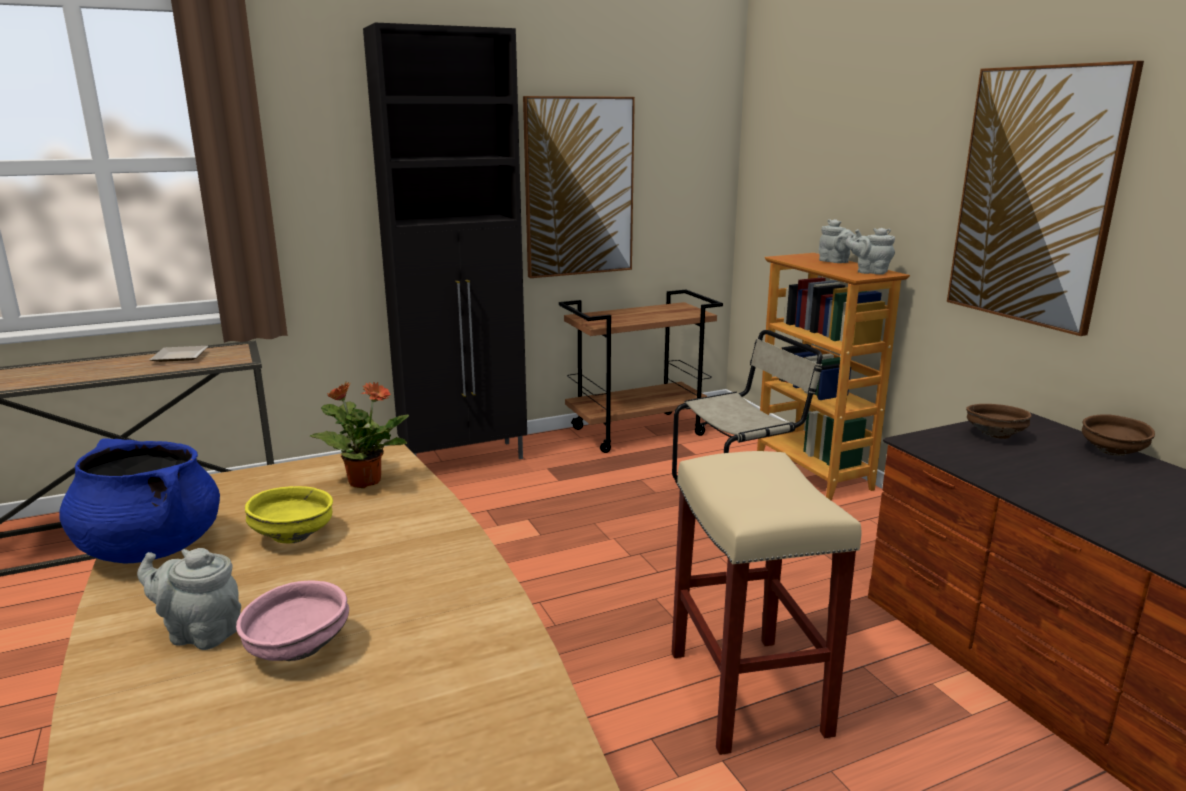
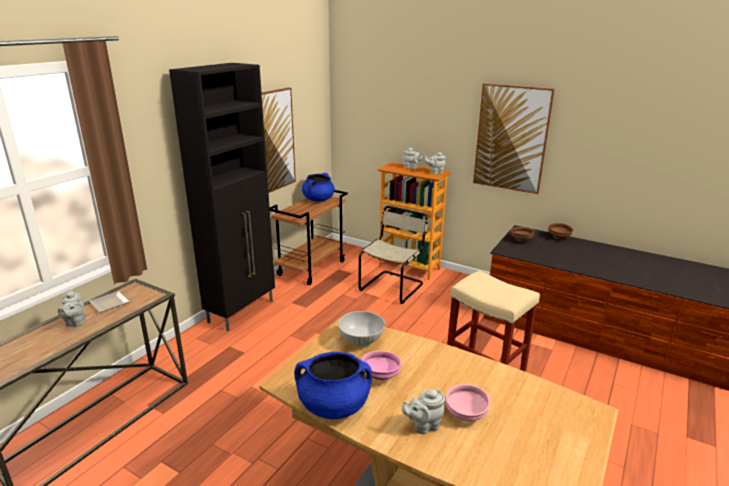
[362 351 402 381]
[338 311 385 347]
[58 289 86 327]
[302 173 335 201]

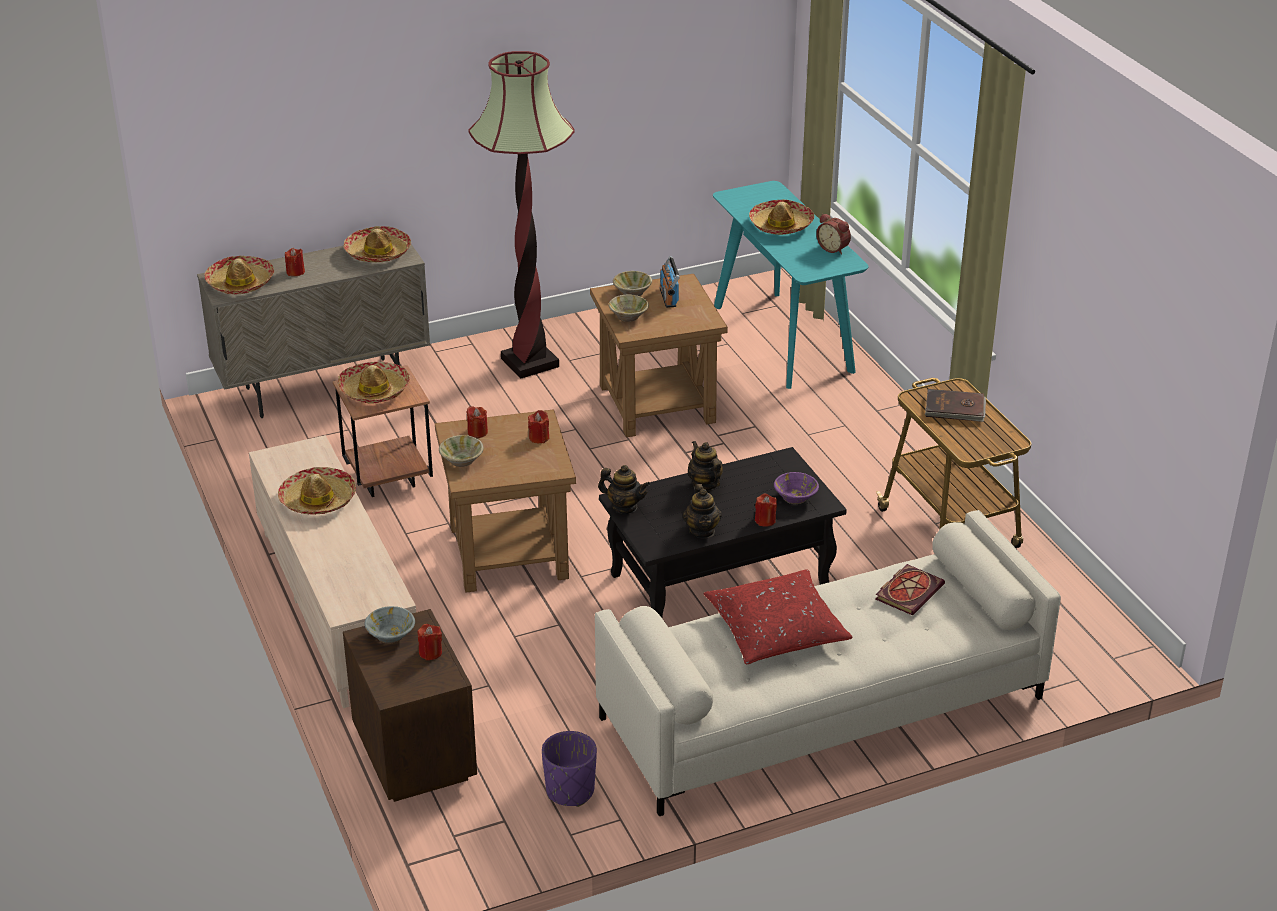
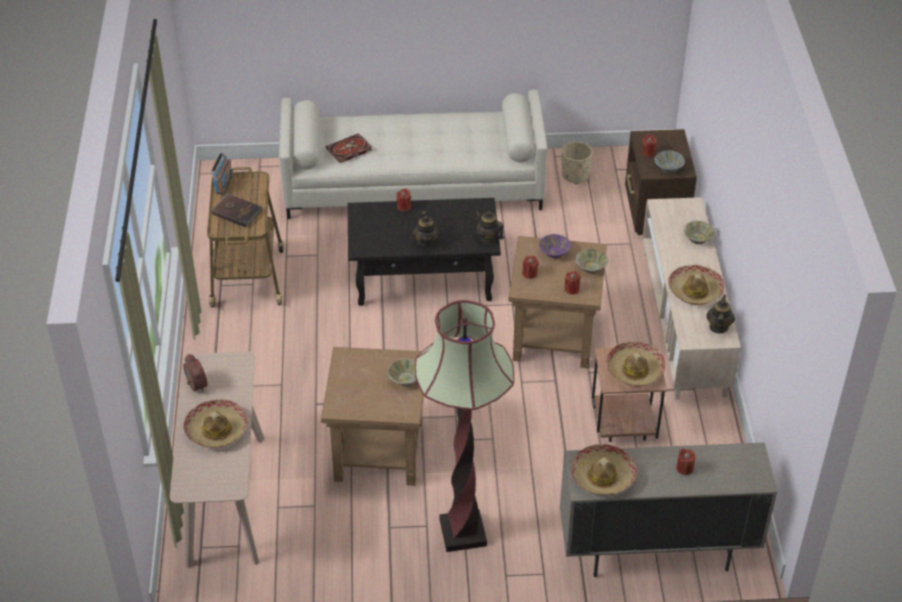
[204 256 274 294] (first image)
[562 141 593 184]
[684 221 715 244]
[211 152 232 194]
[706 295 735 333]
[704 569 852 664] (first image)
[170 352 265 568]
[539 234 571 259]

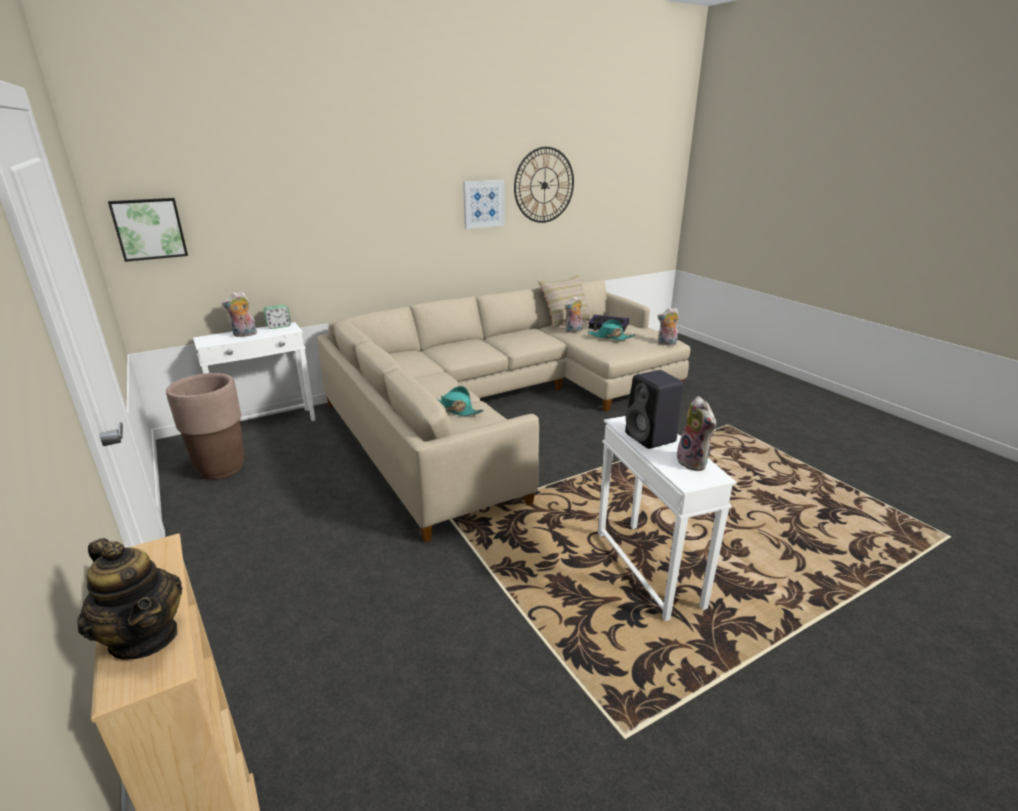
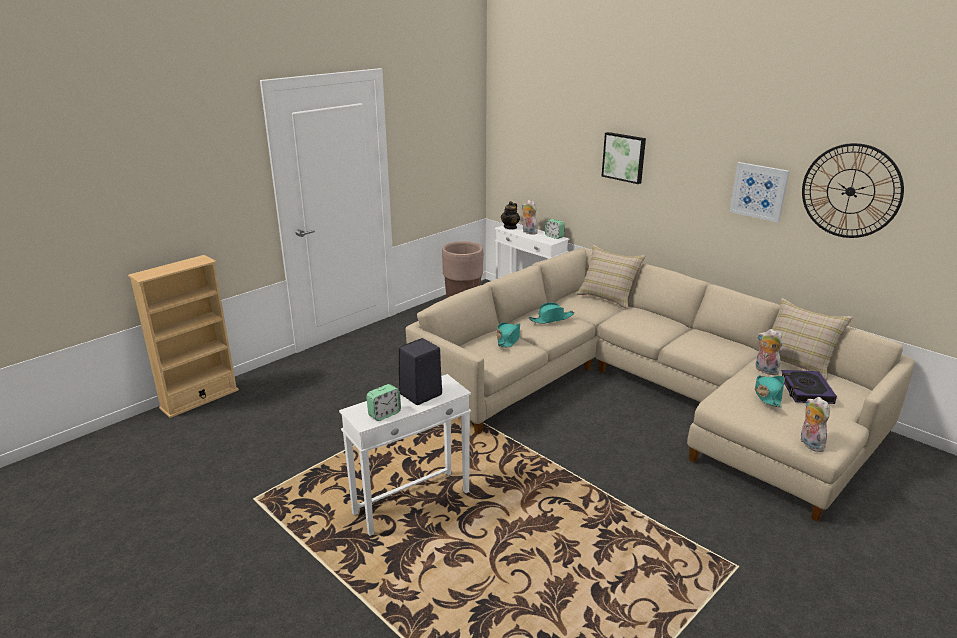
[501 201 520 230]
[602 132 646 184]
[366 384 401 421]
[528 302 575 324]
[577 245 645 309]

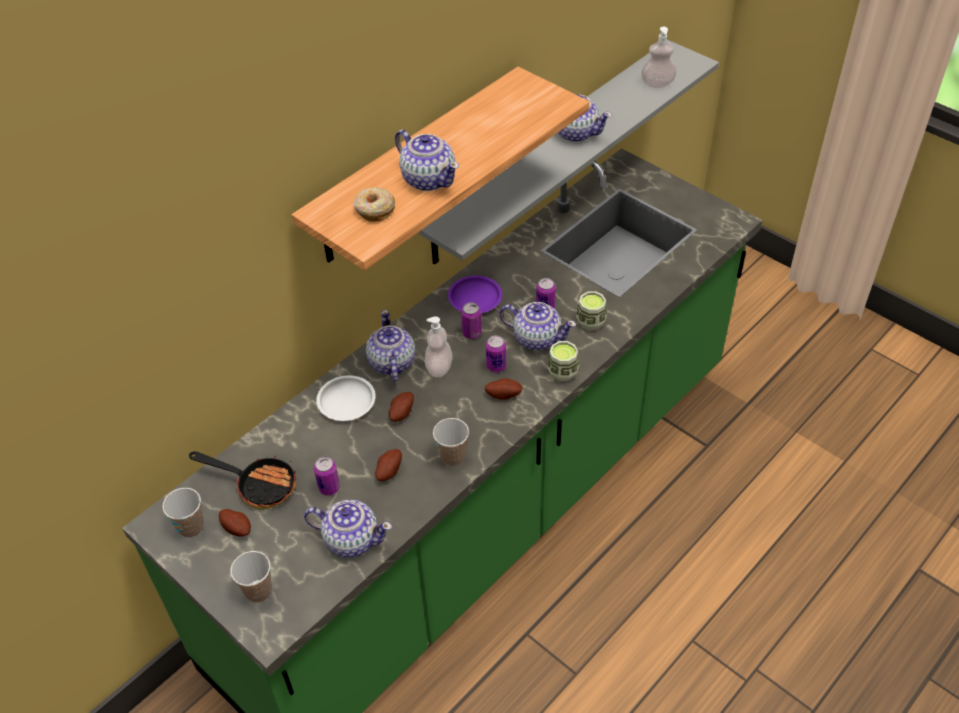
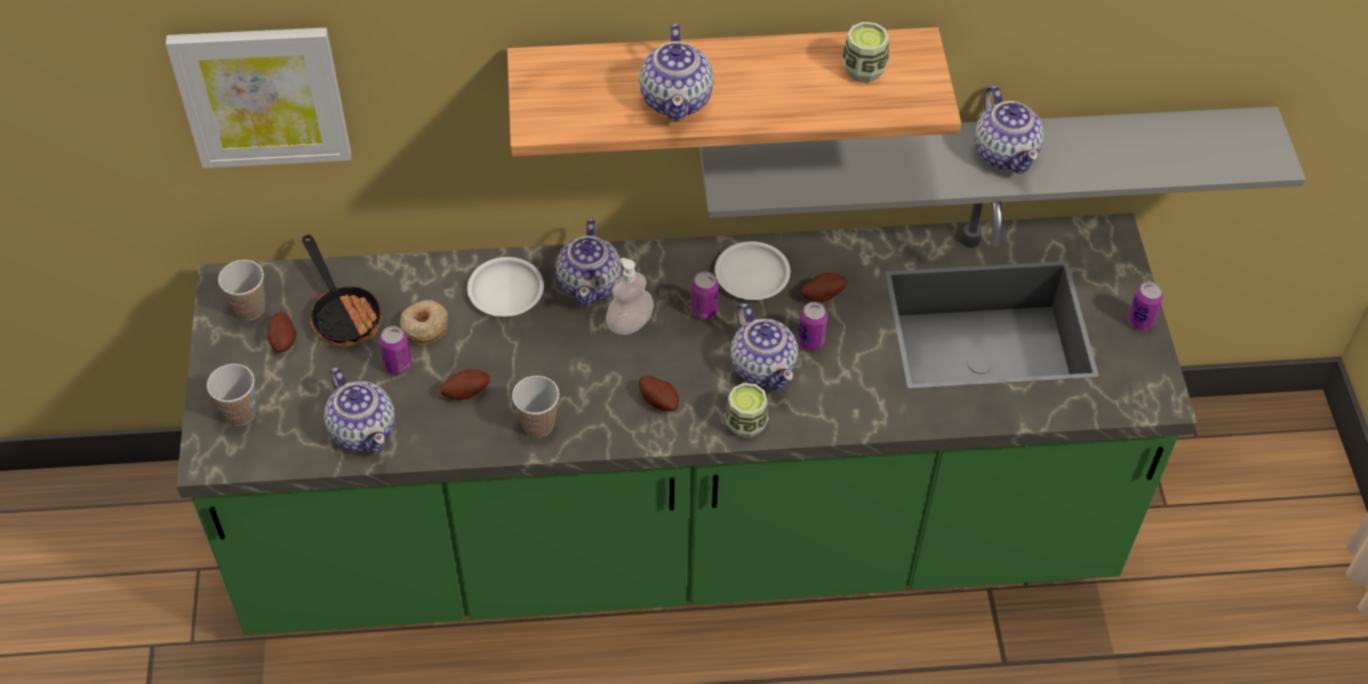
[400 300 447 345]
[556 218 621 307]
[801 273 847 302]
[715 241 790 300]
[1128 282 1163 330]
[842 22 889 83]
[641 27 677 88] (first image)
[166 28 351 168]

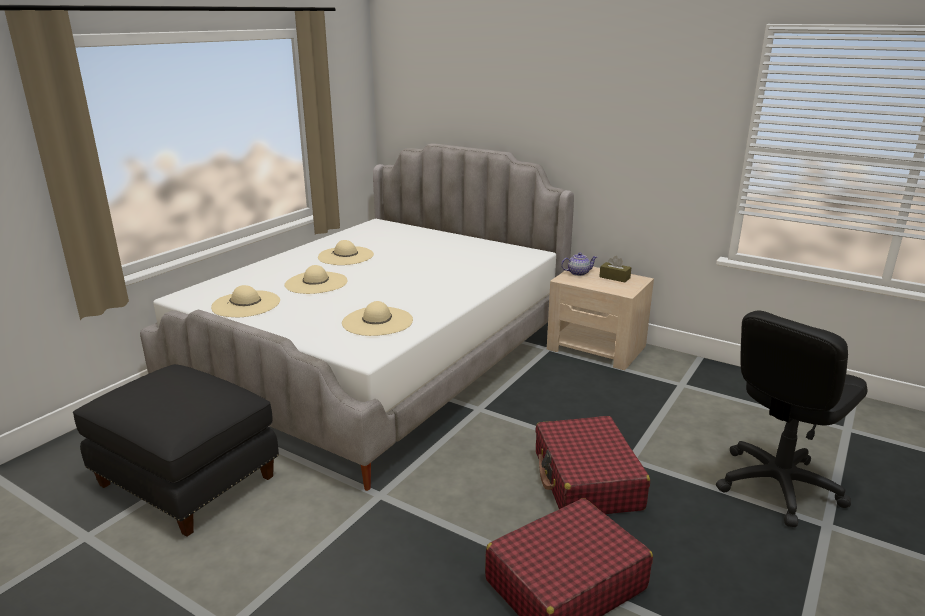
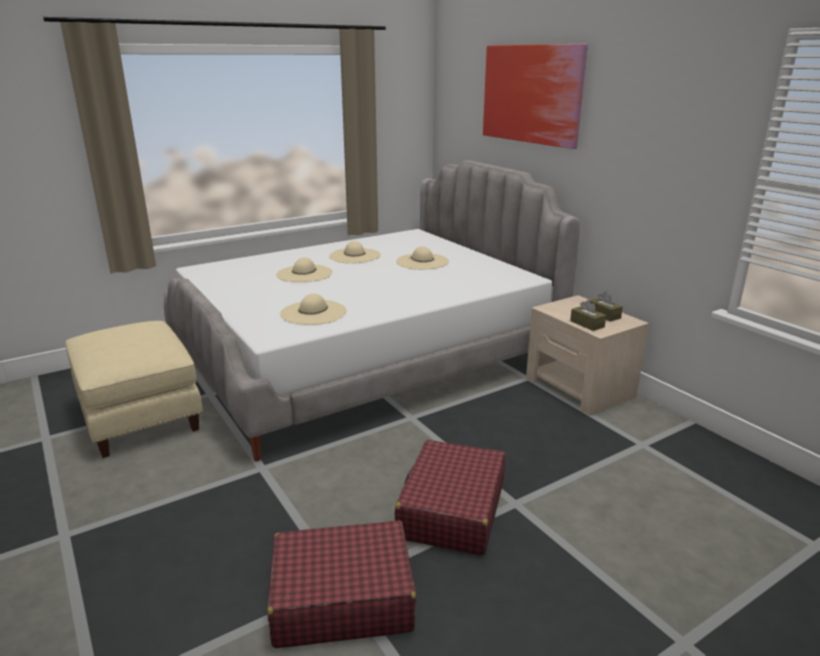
[65 321 203 458]
[396 246 449 270]
[561 252 597 276] (first image)
[716 310 867 527] (first image)
[483 44 588 149]
[570 300 606 331]

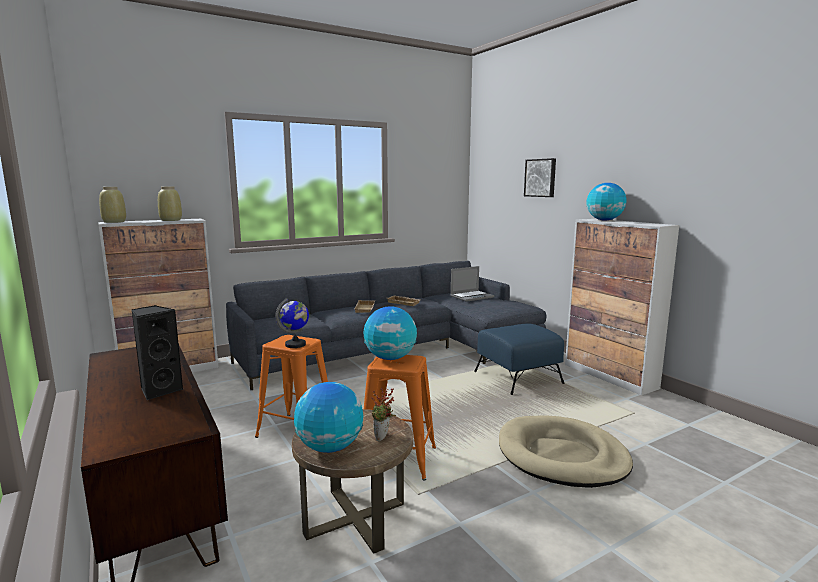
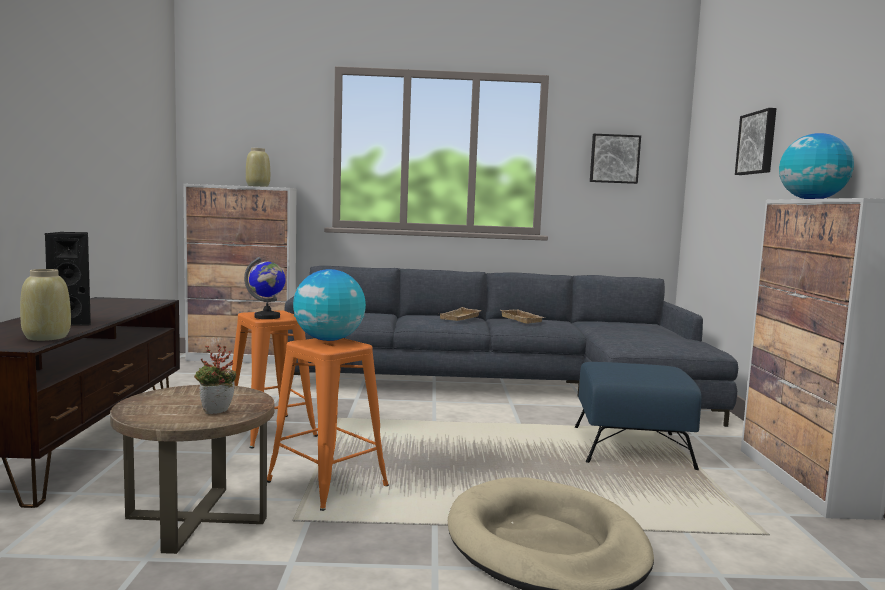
[20 269 71 341]
[294 382 363 453] (first image)
[450 266 494 302] (first image)
[590 134 641 184]

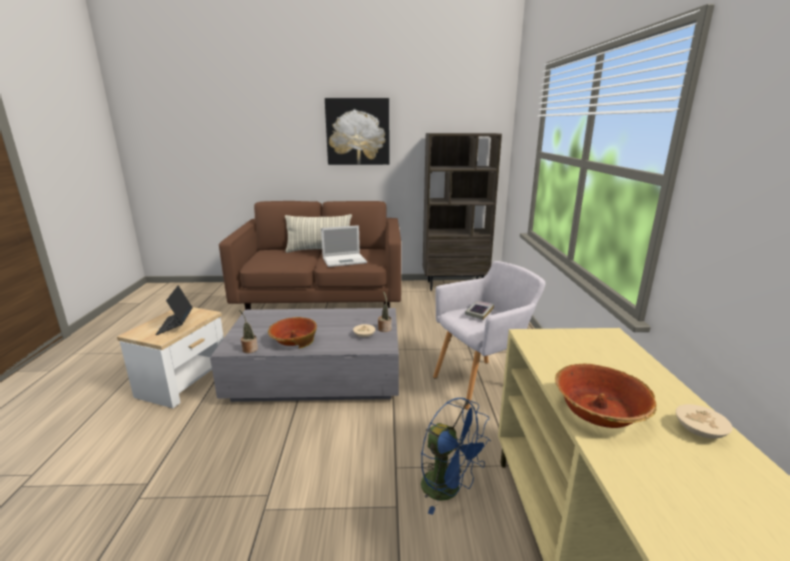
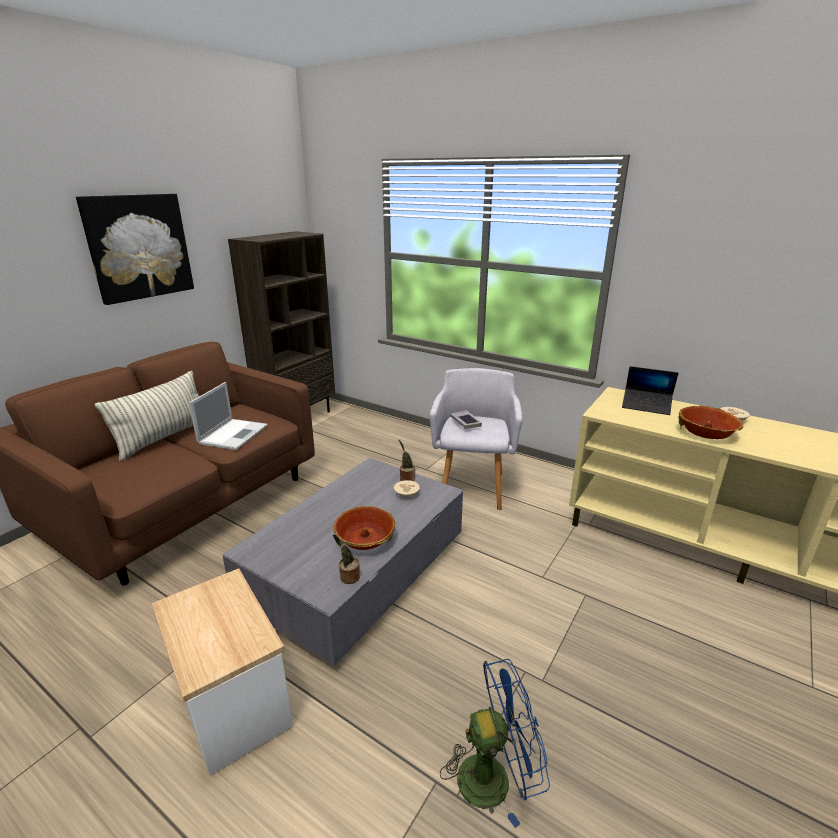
[622 366 678 415]
[440 659 550 828]

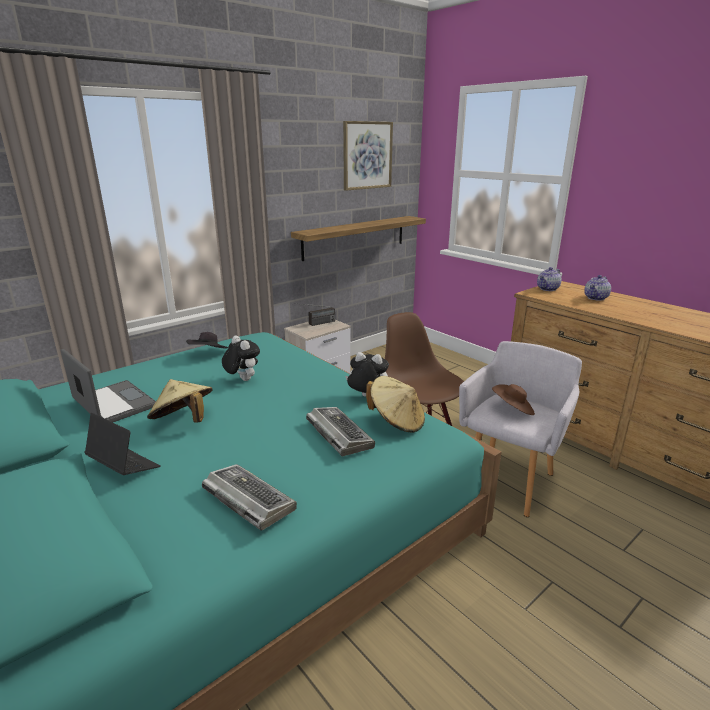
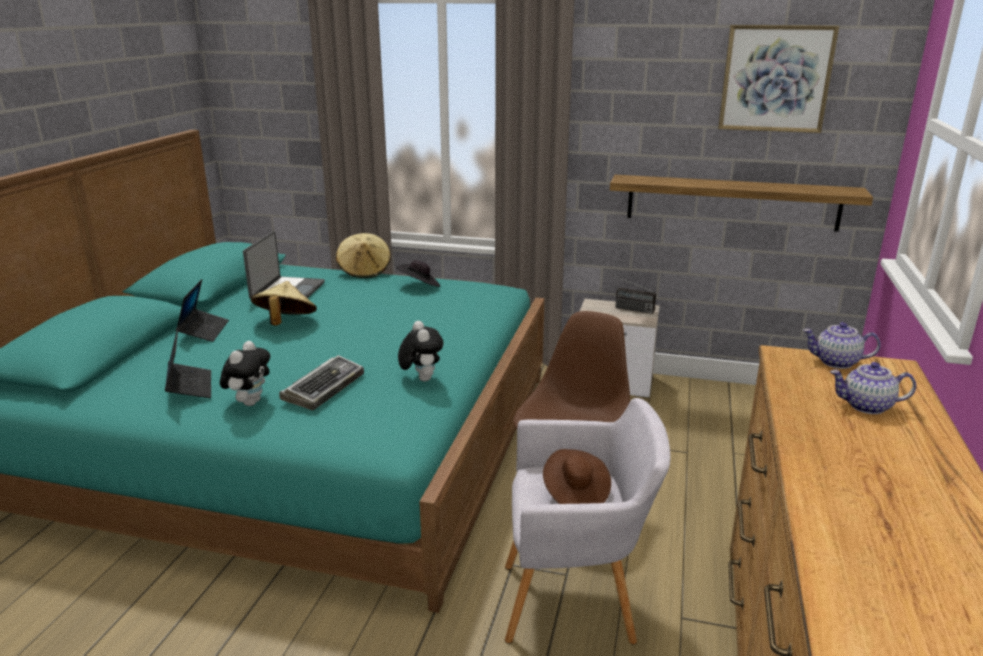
[165 327 211 398]
[220 341 270 406]
[336 233 391 278]

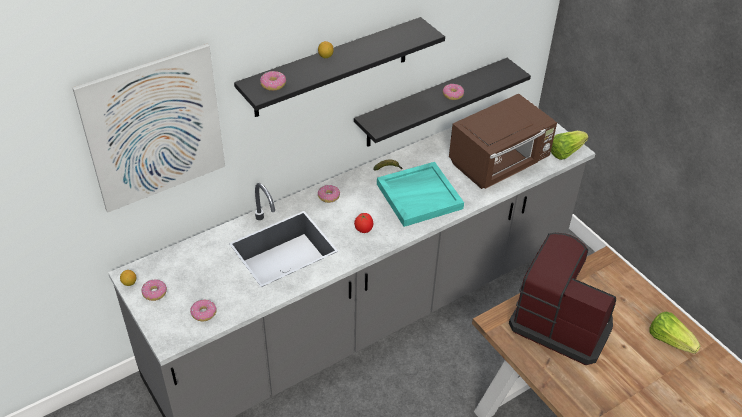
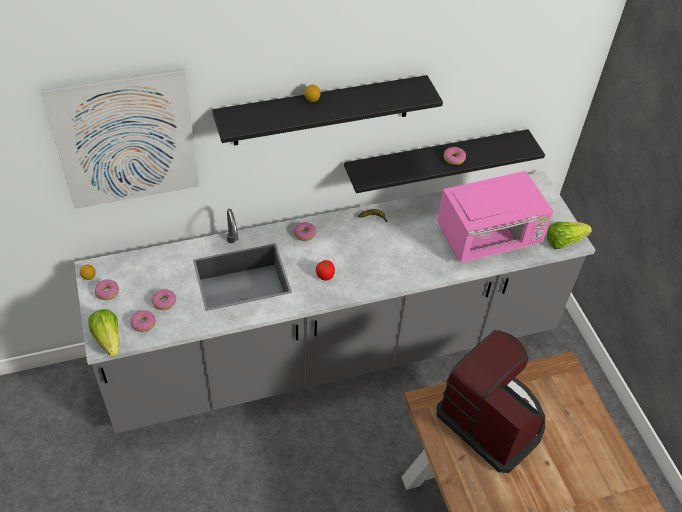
[151 289 176 310]
[377 162 464 227] (first image)
[437 171 553 263]
[88 309 120 357]

